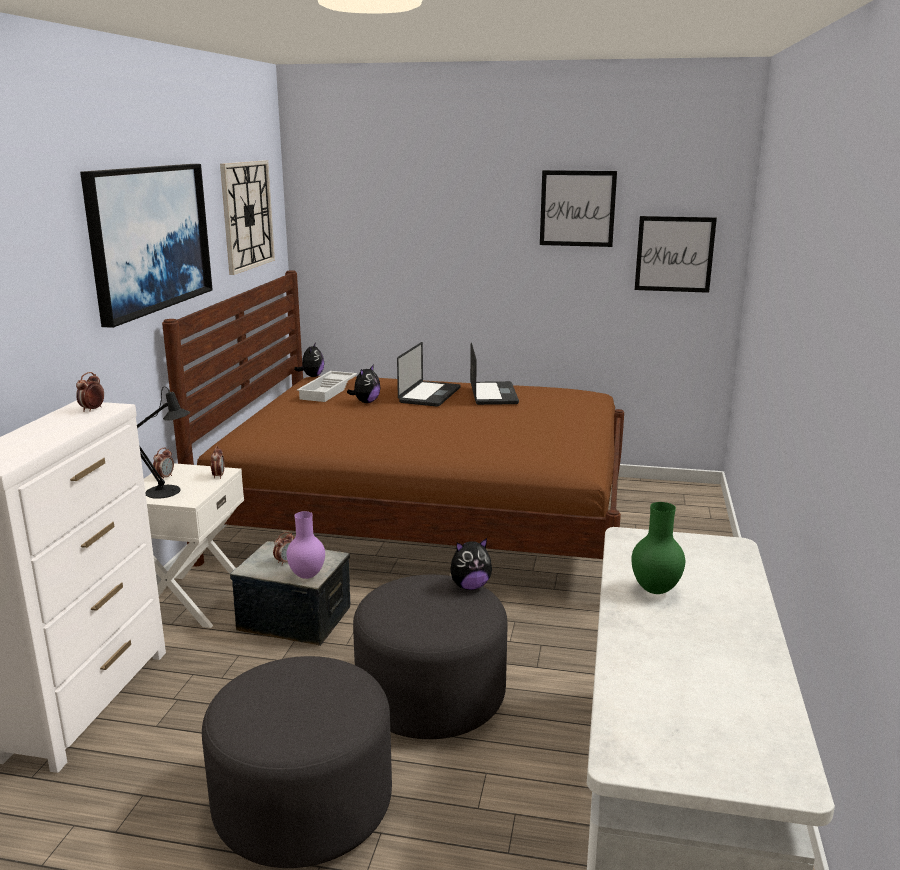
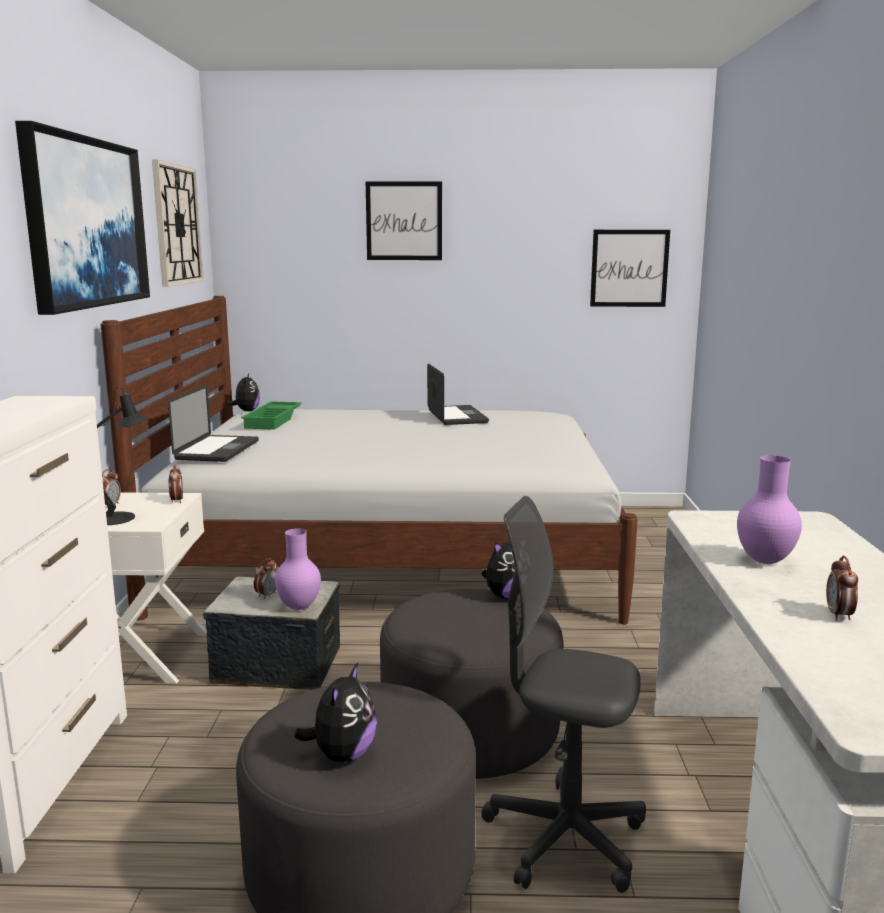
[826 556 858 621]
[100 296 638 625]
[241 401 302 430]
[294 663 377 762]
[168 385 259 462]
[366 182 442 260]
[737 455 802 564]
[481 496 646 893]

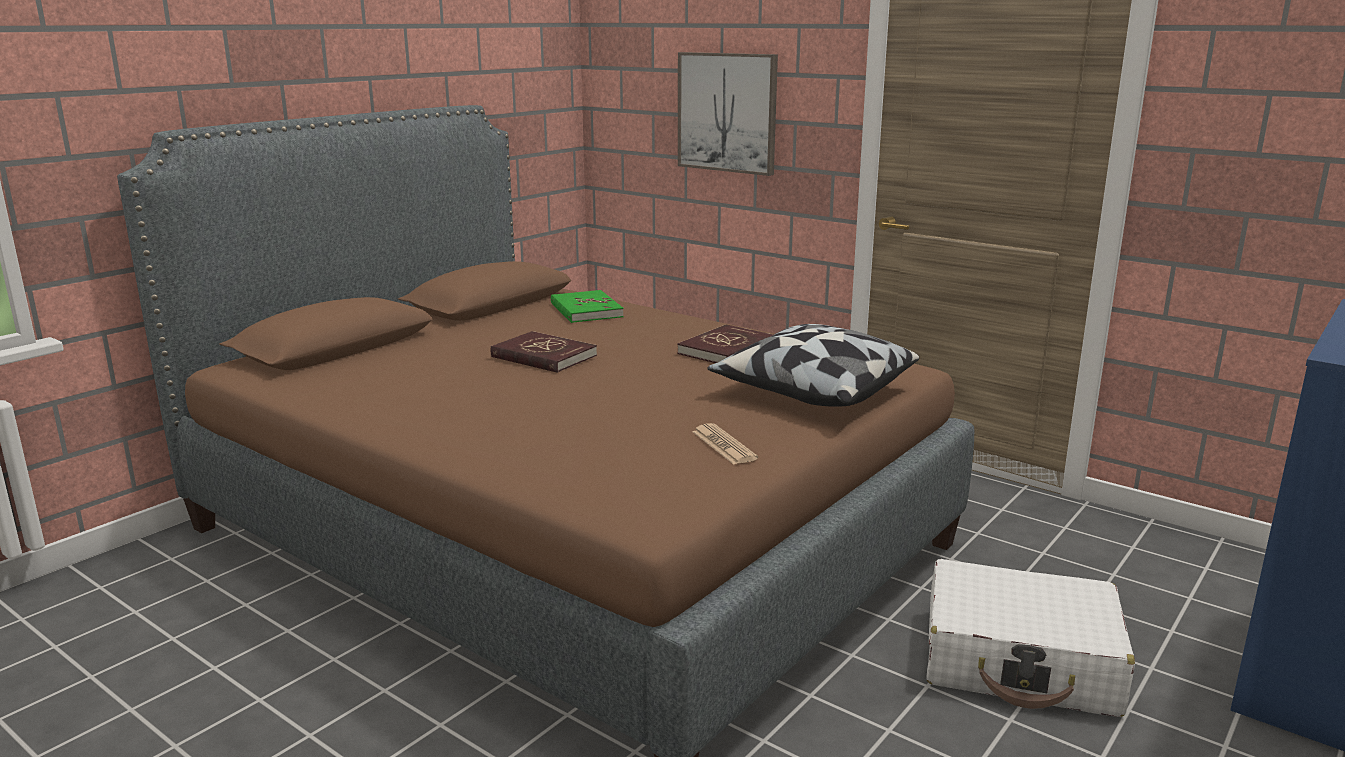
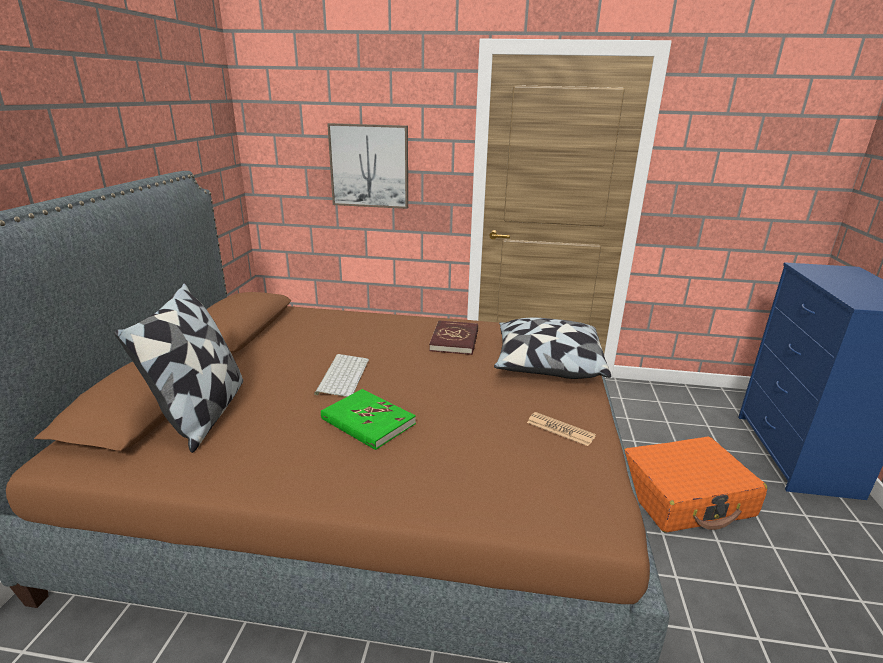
[314 354 369 397]
[321 389 416 450]
[624 437 767 533]
[114 283 243 453]

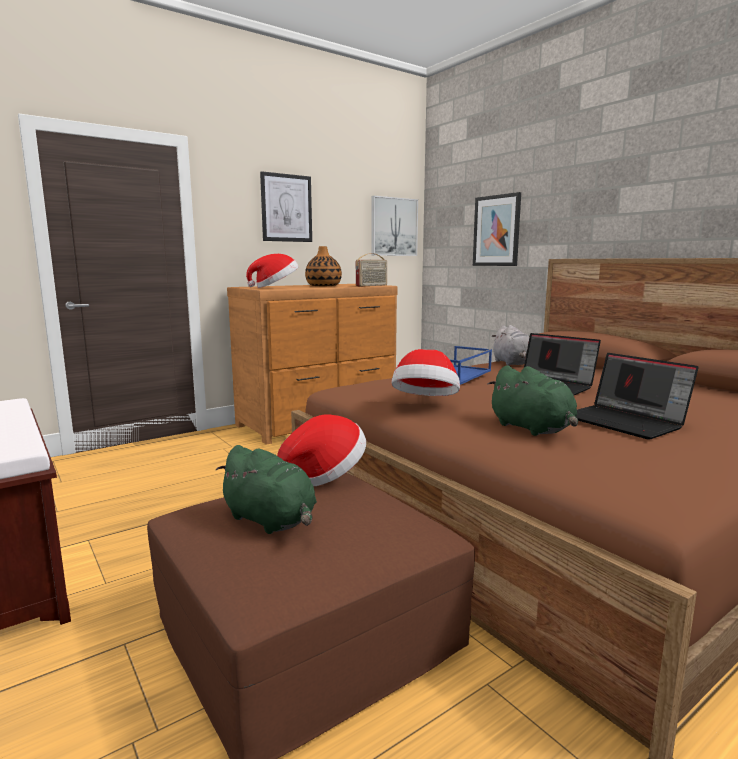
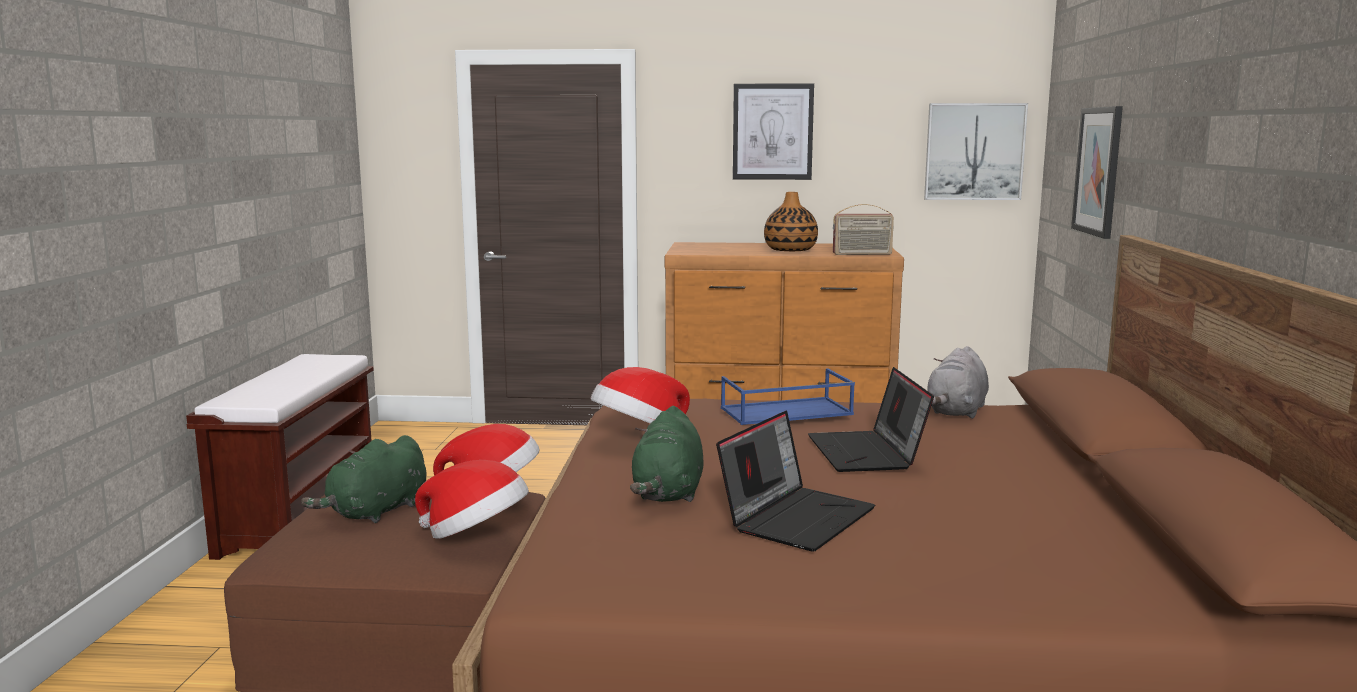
[301 435 426 523]
[415 460 529 539]
[716 411 875 552]

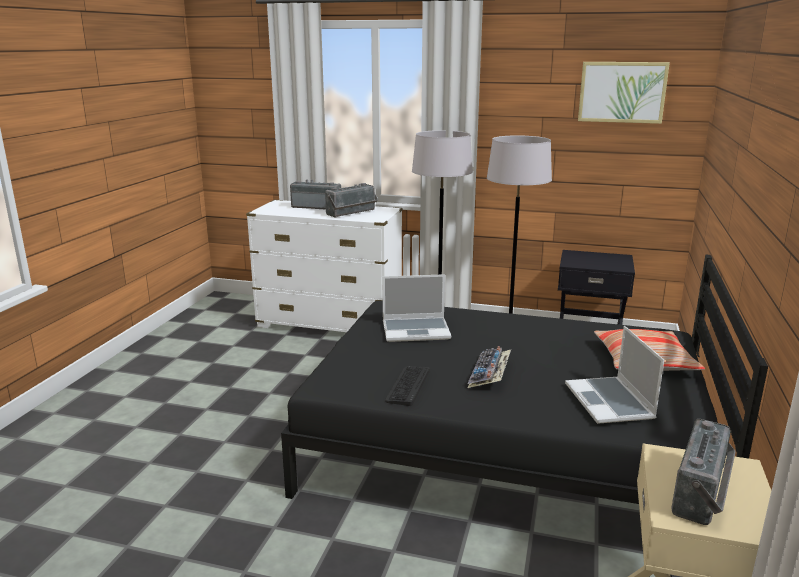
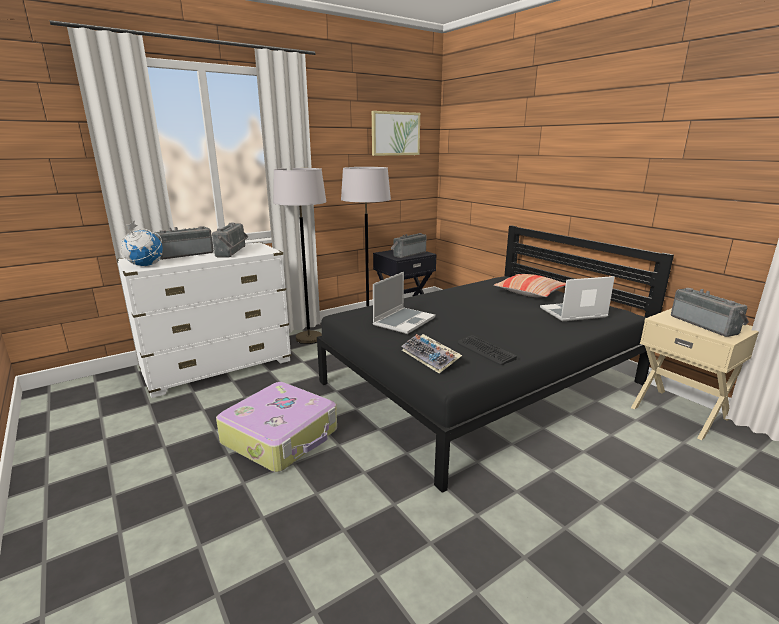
[402 334 462 374]
[540 276 615 322]
[120 221 163 266]
[216 382 337 472]
[391 233 426 258]

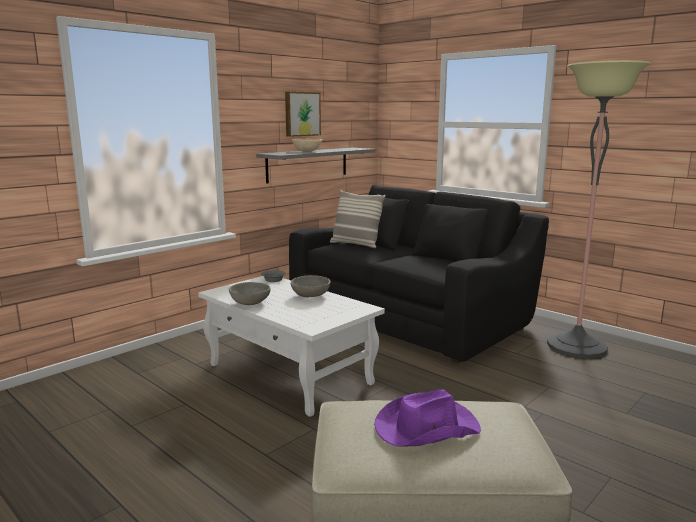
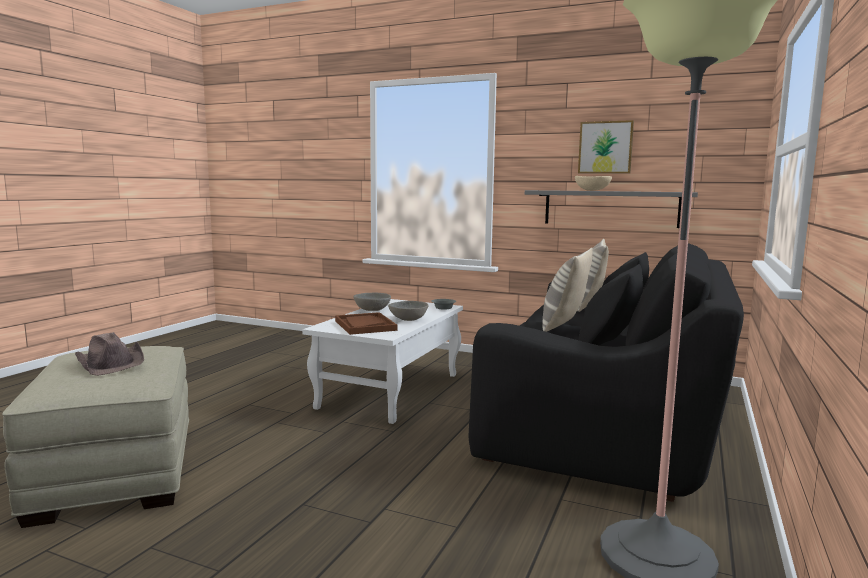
[75 332 144 376]
[335 312 397 335]
[542 248 593 332]

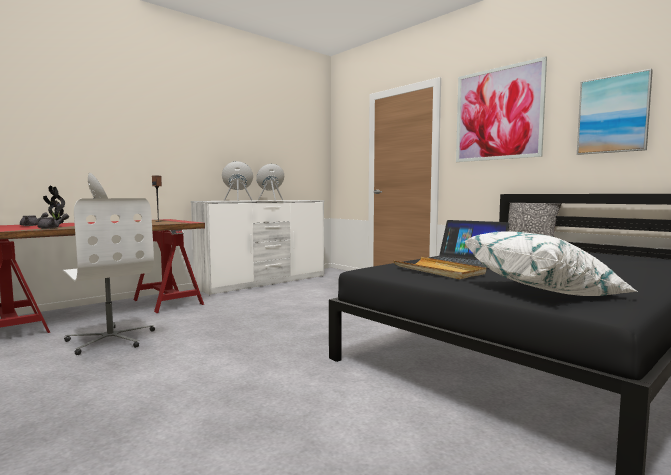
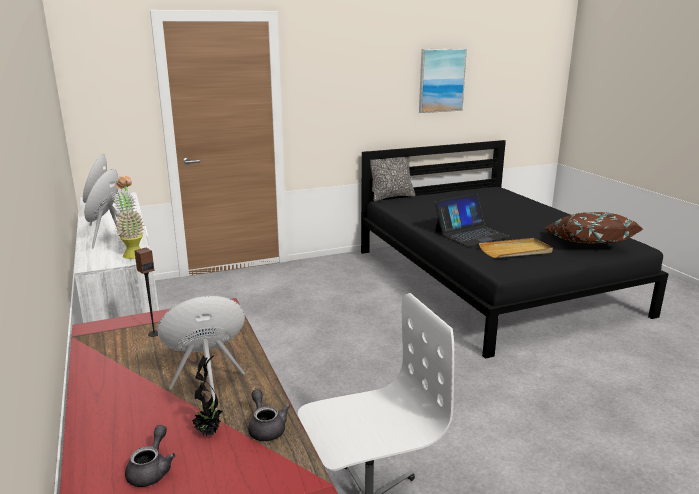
[456 57 547 162] (first image)
[544 212 643 244]
[114 176 145 259]

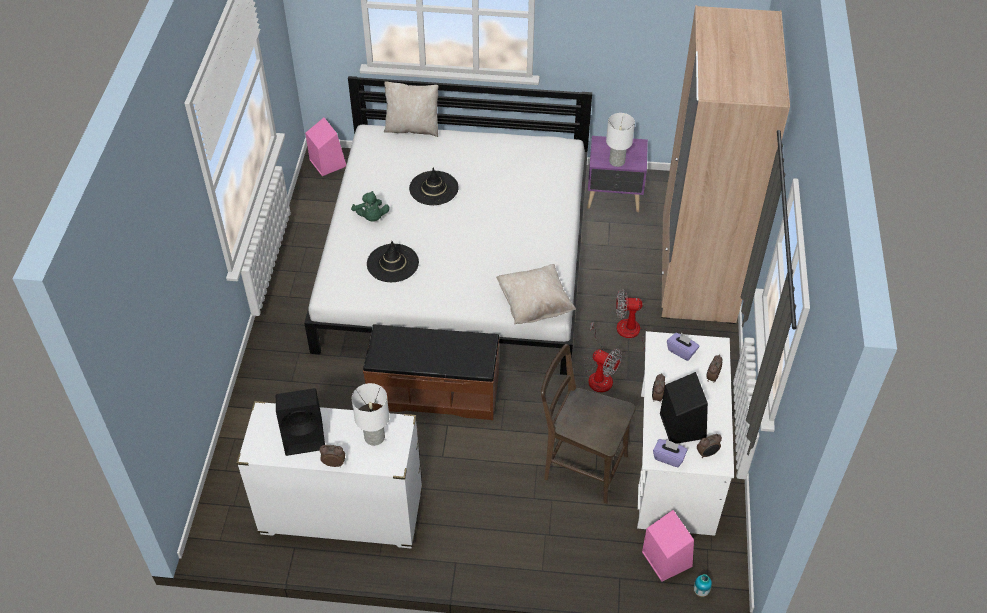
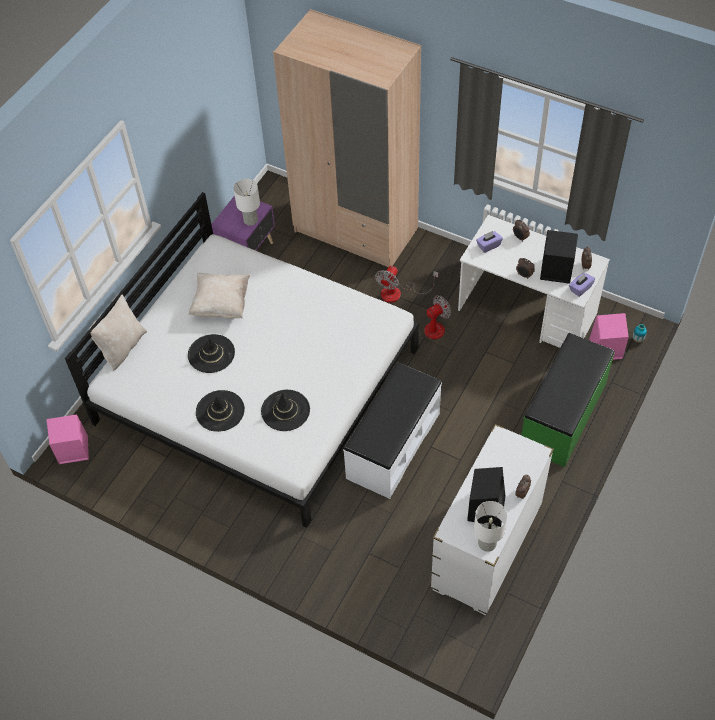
[196 390 245 432]
[474 501 507 552]
[343 362 442 499]
[188 273 250 319]
[541 344 636 504] (first image)
[521 333 614 467]

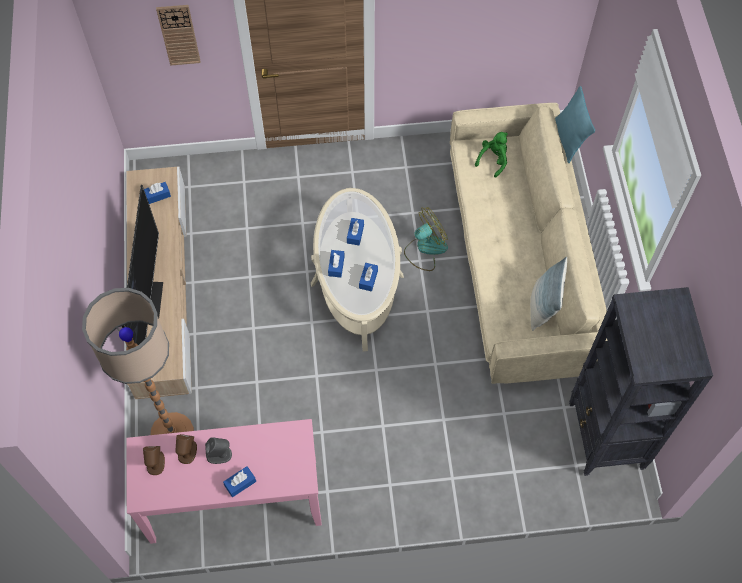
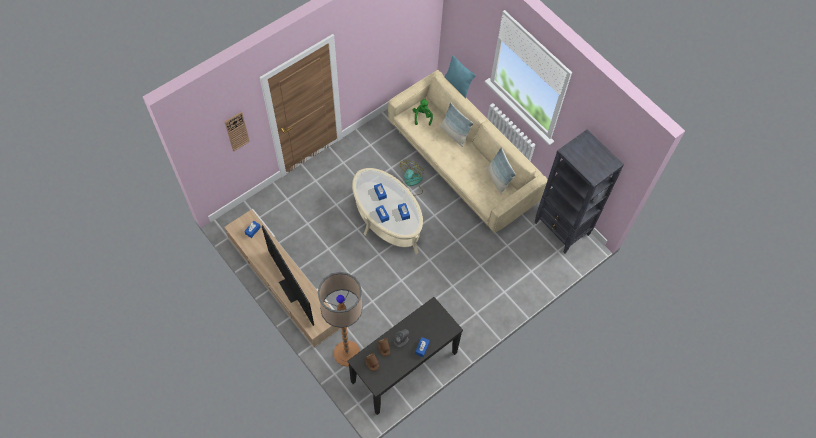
[347 297 463 415]
[440 102 473 147]

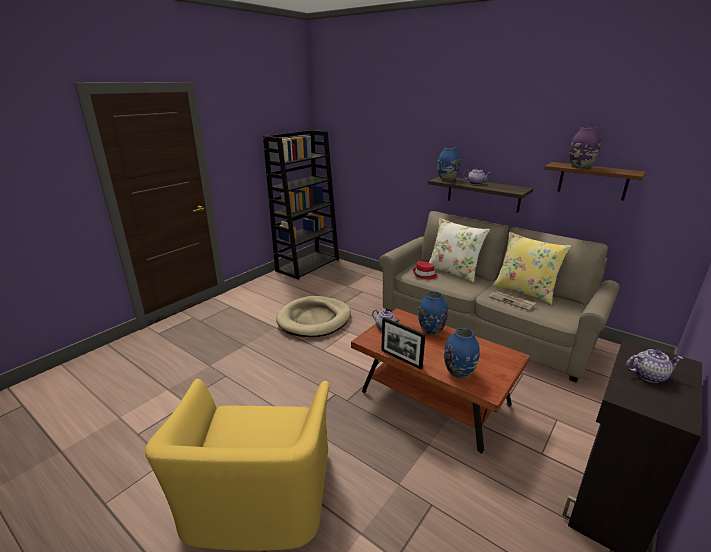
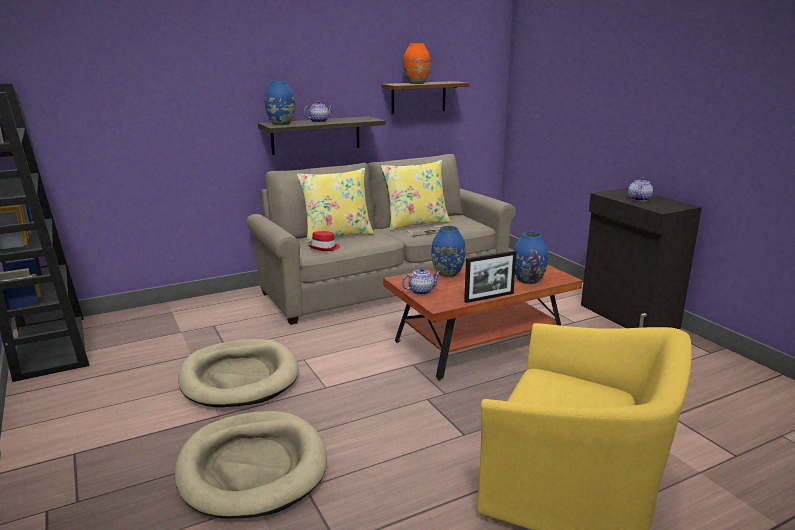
[297 168 374 243]
[403 43 430 84]
[175 411 327 518]

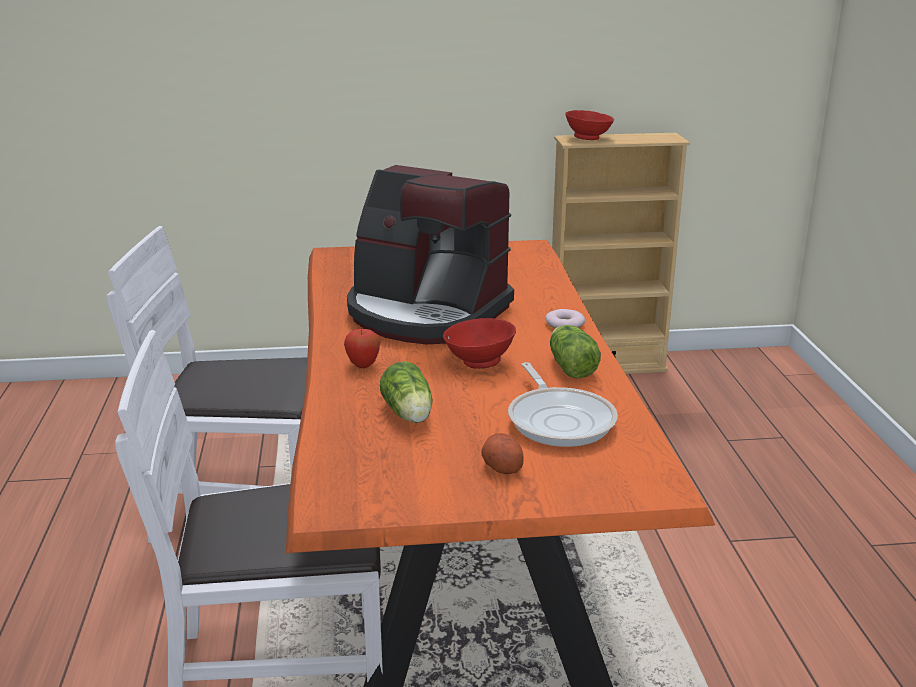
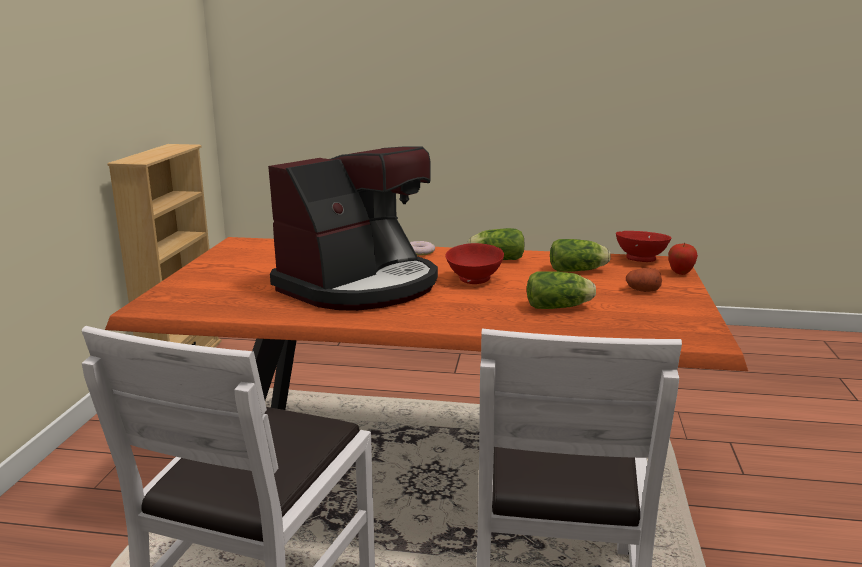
[668 243 698 275]
[550 239 611 272]
[616 231 671 262]

